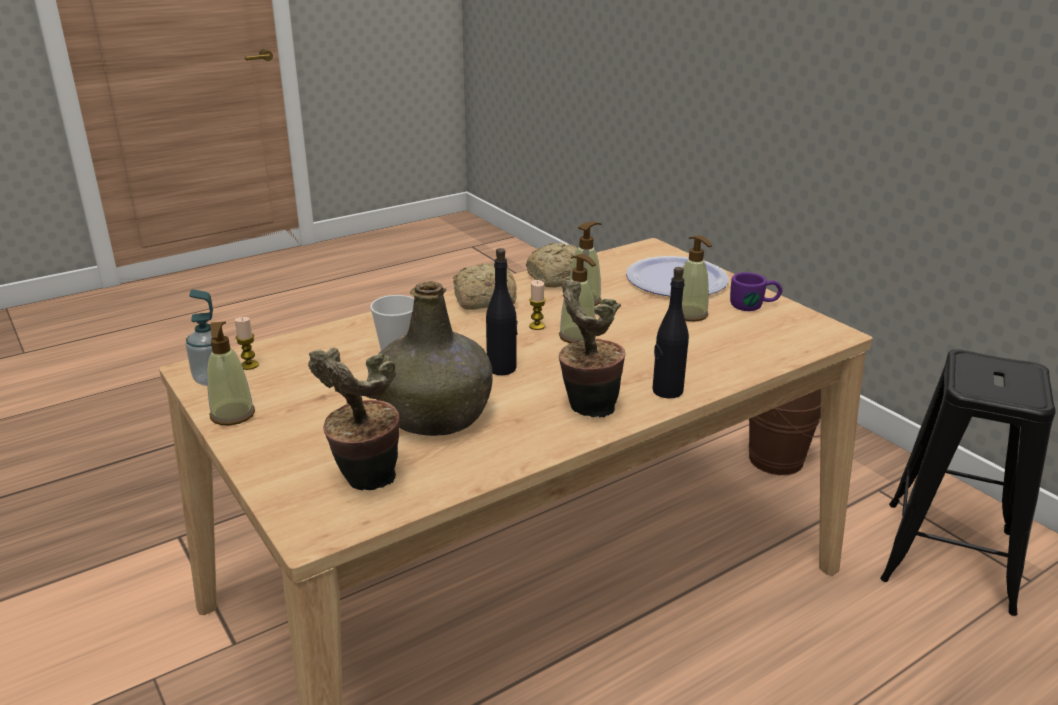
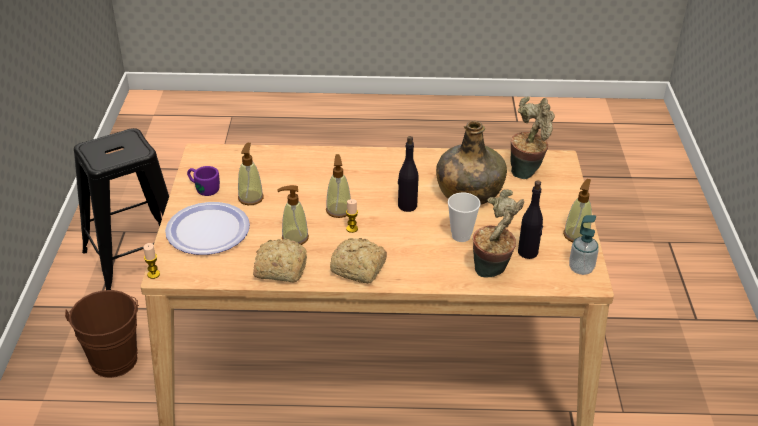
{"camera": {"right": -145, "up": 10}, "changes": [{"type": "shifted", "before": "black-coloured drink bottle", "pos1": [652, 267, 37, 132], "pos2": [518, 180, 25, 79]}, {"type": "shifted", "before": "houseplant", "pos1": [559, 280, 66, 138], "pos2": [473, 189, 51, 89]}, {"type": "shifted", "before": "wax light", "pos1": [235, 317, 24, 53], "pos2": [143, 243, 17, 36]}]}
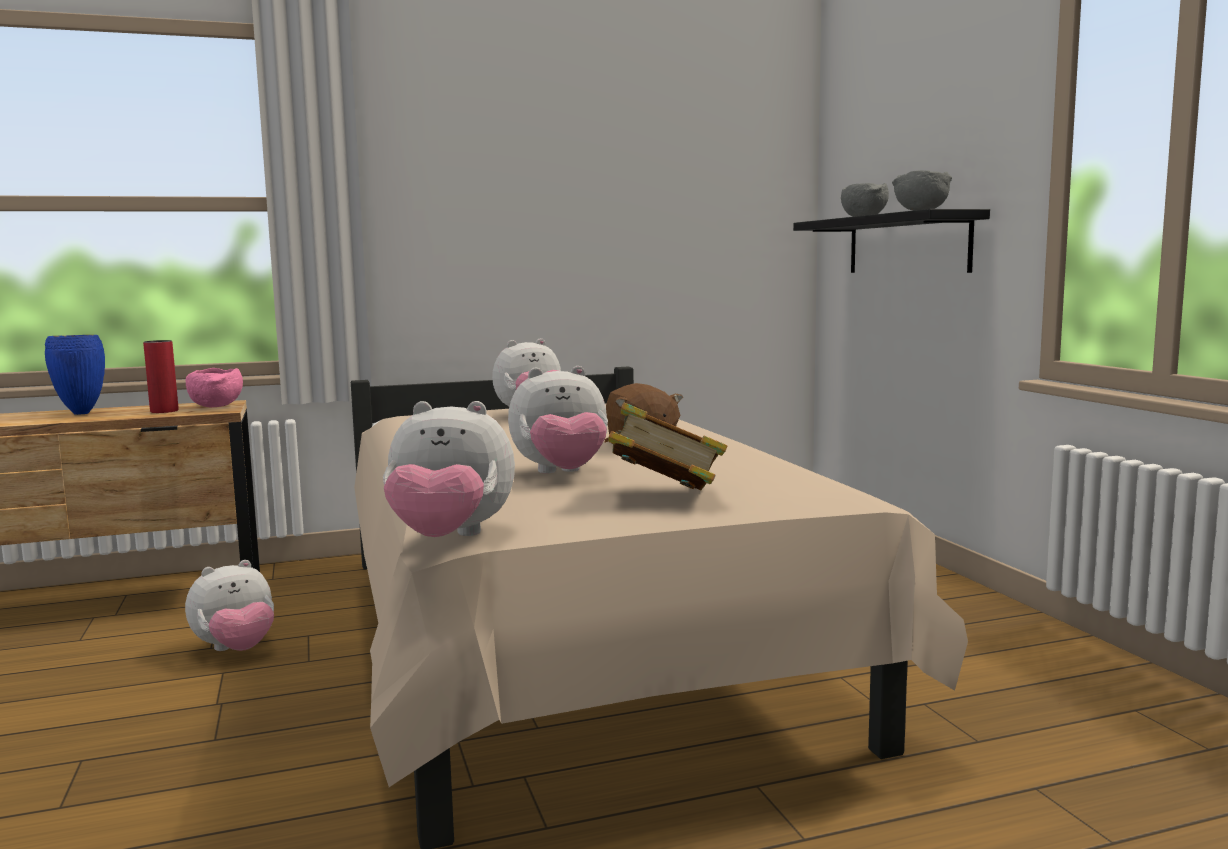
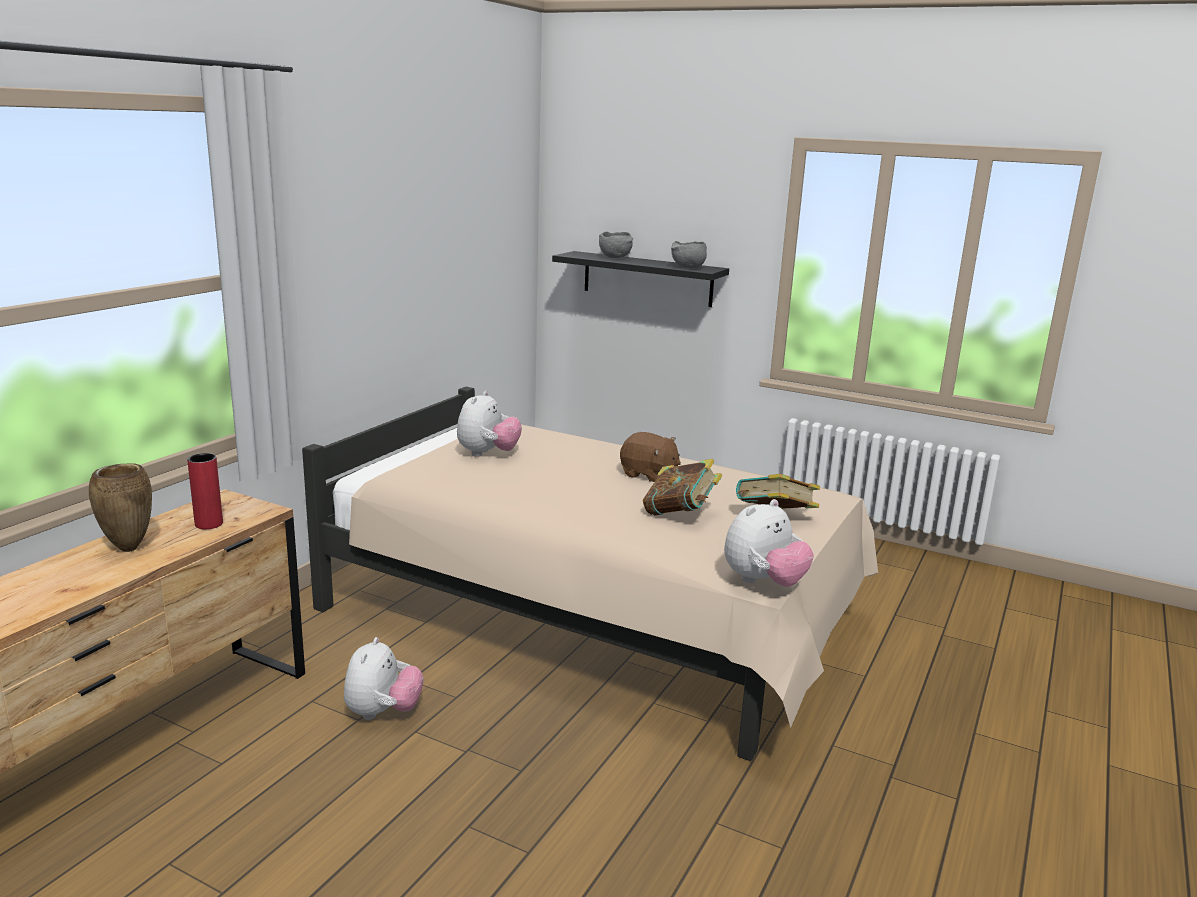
{"camera": {"right": -45, "up": 10}, "changes": [{"type": "repainted", "before": "blue-coloured flower vase", "after": "brown-coloured flower vase", "pos1": [45, 335, 60, 80], "pos2": [89, 464, 63, 88]}, {"type": "swapped", "before": "plush toy", "after": "volume", "pos1": [508, 366, 100, 108], "pos2": [643, 459, 79, 56]}, {"type": "gone", "before": "pink-coloured bowl", "pos1": [185, 368, 58, 39]}]}
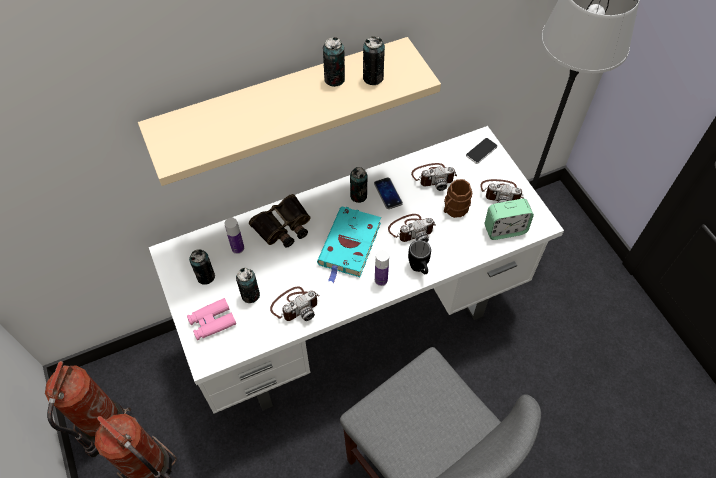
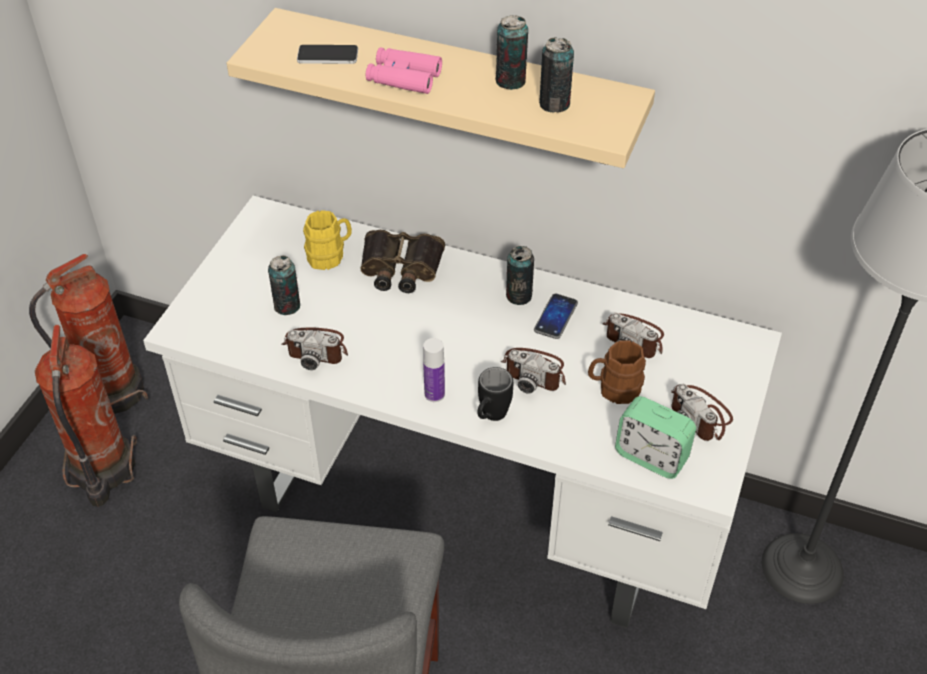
{"camera": {"right": 45, "up": -10}, "changes": [{"type": "shifted", "before": "telephone", "pos1": [466, 138, 31, 26], "pos2": [297, 45, 61, 19]}, {"type": "gone", "before": "turquoise-coloured volume", "pos1": [317, 207, 64, 76]}, {"type": "swapped", "before": "drink bottle", "after": "yellow tea mug", "pos1": [224, 218, 20, 36], "pos2": [303, 210, 49, 60]}, {"type": "gone", "before": "sealed can", "pos1": [189, 249, 26, 36]}, {"type": "shifted", "before": "pink-coloured binoculars", "pos1": [187, 298, 49, 42], "pos2": [366, 47, 76, 47]}]}
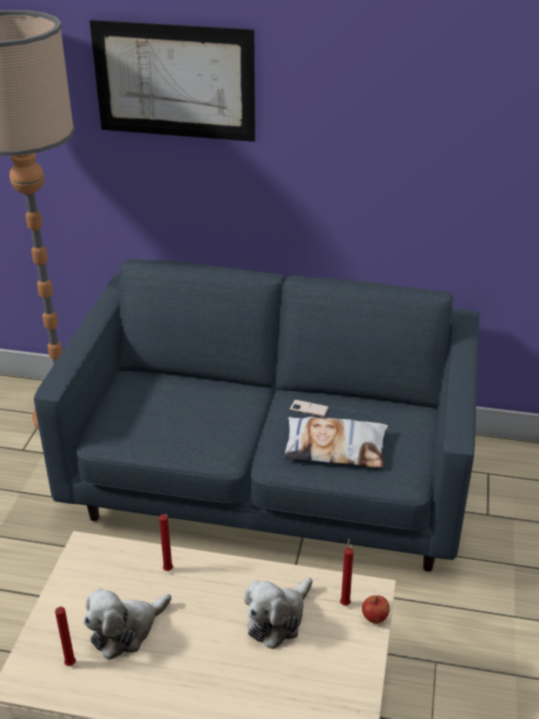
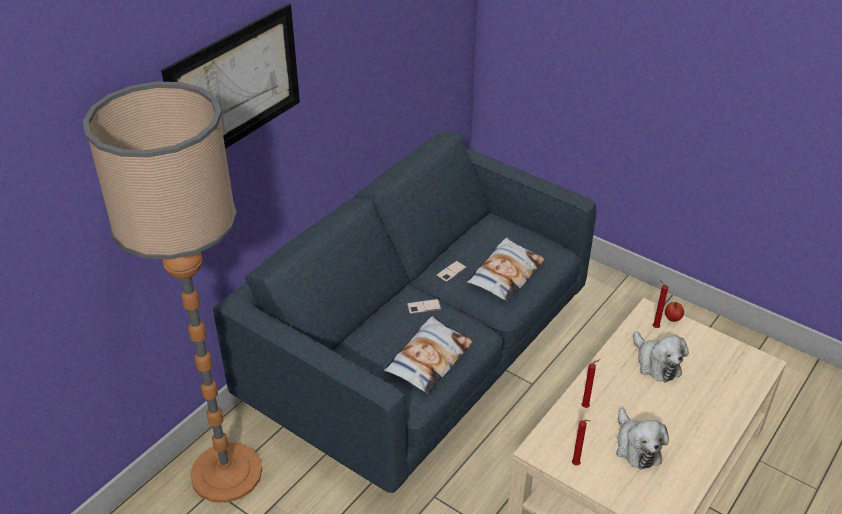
{"camera": {"right": -65, "up": 5}, "changes": [{"type": "shifted", "before": "red-coloured wax light", "pos1": [55, 607, 21, 59], "pos2": [572, 420, 19, 46]}, {"type": "new", "after": "telephone", "pos2": [407, 299, 34, 15]}, {"type": "new", "after": "pillow", "pos2": [384, 316, 89, 78]}]}
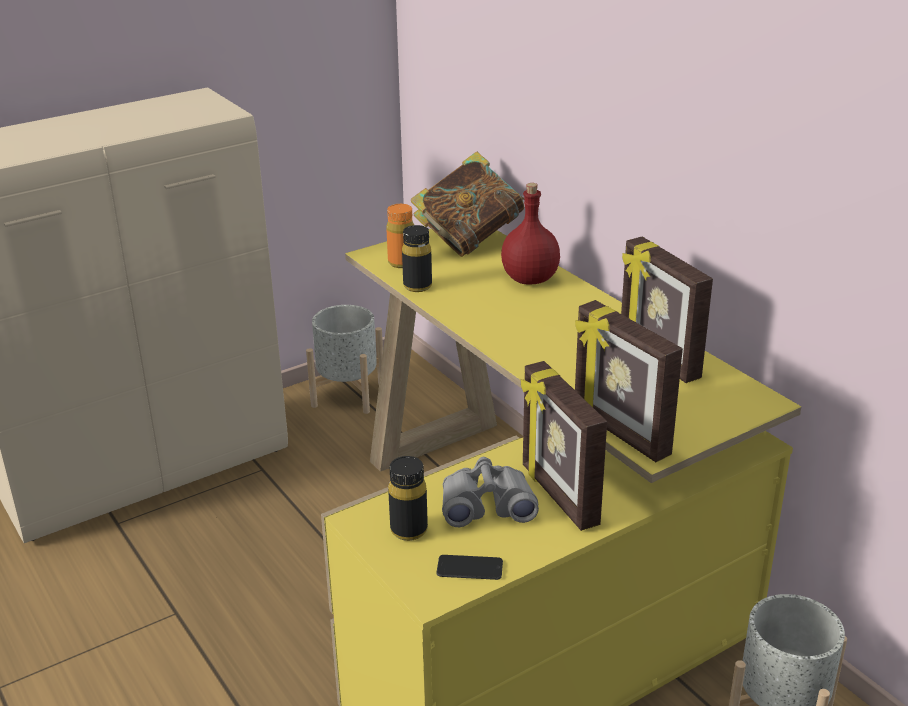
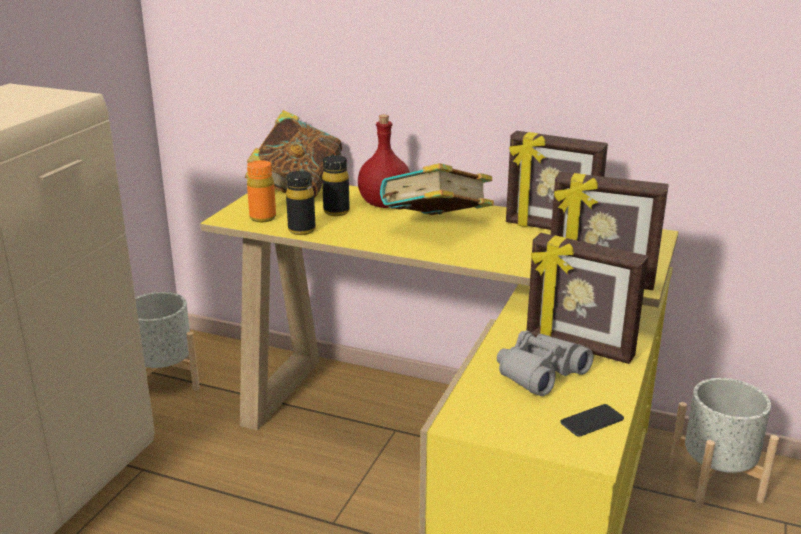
{"camera": {"right": -35, "up": -5}, "changes": [{"type": "shifted", "before": "black-coloured drink bottle", "pos1": [388, 456, 40, 85], "pos2": [322, 155, 28, 61]}, {"type": "new", "after": "volume", "pos2": [380, 163, 114, 52]}]}
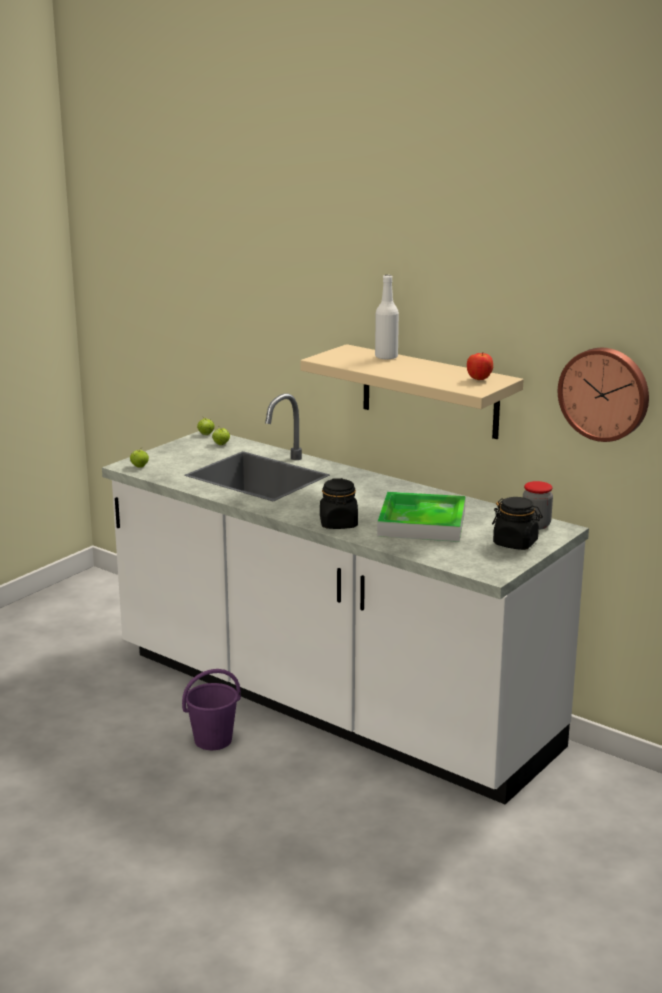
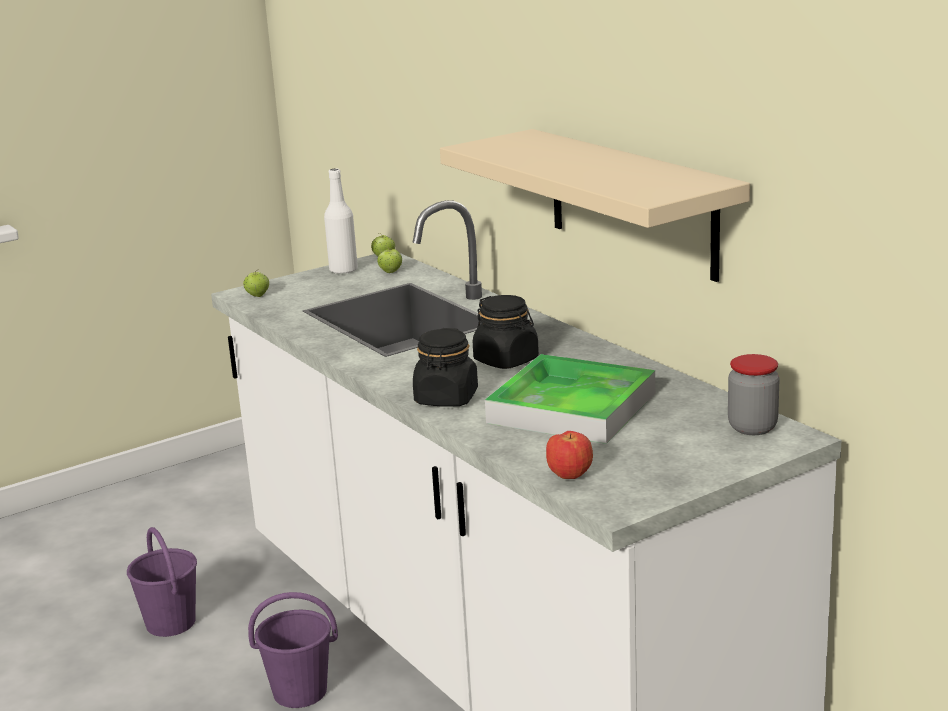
{"camera": {"right": 20, "up": 0}, "changes": [{"type": "shifted", "before": "whitish drink bottle", "pos1": [375, 275, 24, 85], "pos2": [324, 168, 34, 106]}, {"type": "gone", "before": "hanging clock", "pos1": [558, 348, 91, 94]}, {"type": "shifted", "before": "apple", "pos1": [467, 353, 26, 27], "pos2": [546, 431, 47, 48]}, {"type": "shifted", "before": "black-coloured jar", "pos1": [492, 497, 51, 53], "pos2": [473, 295, 66, 74]}, {"type": "new", "after": "purple-coloured bucket", "pos2": [127, 527, 70, 110]}]}
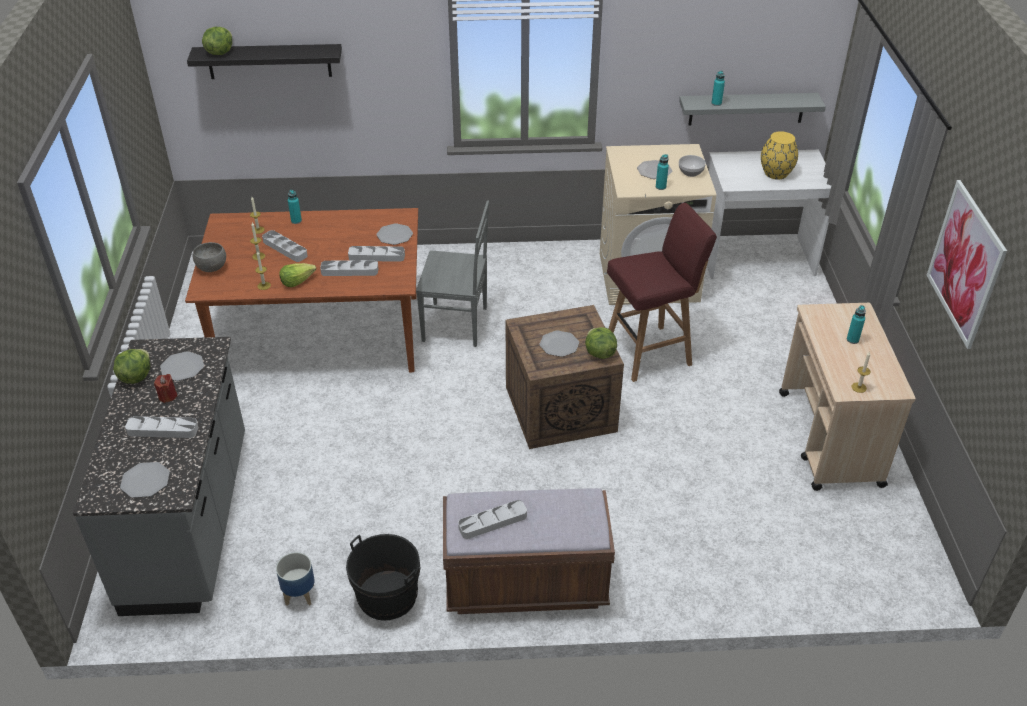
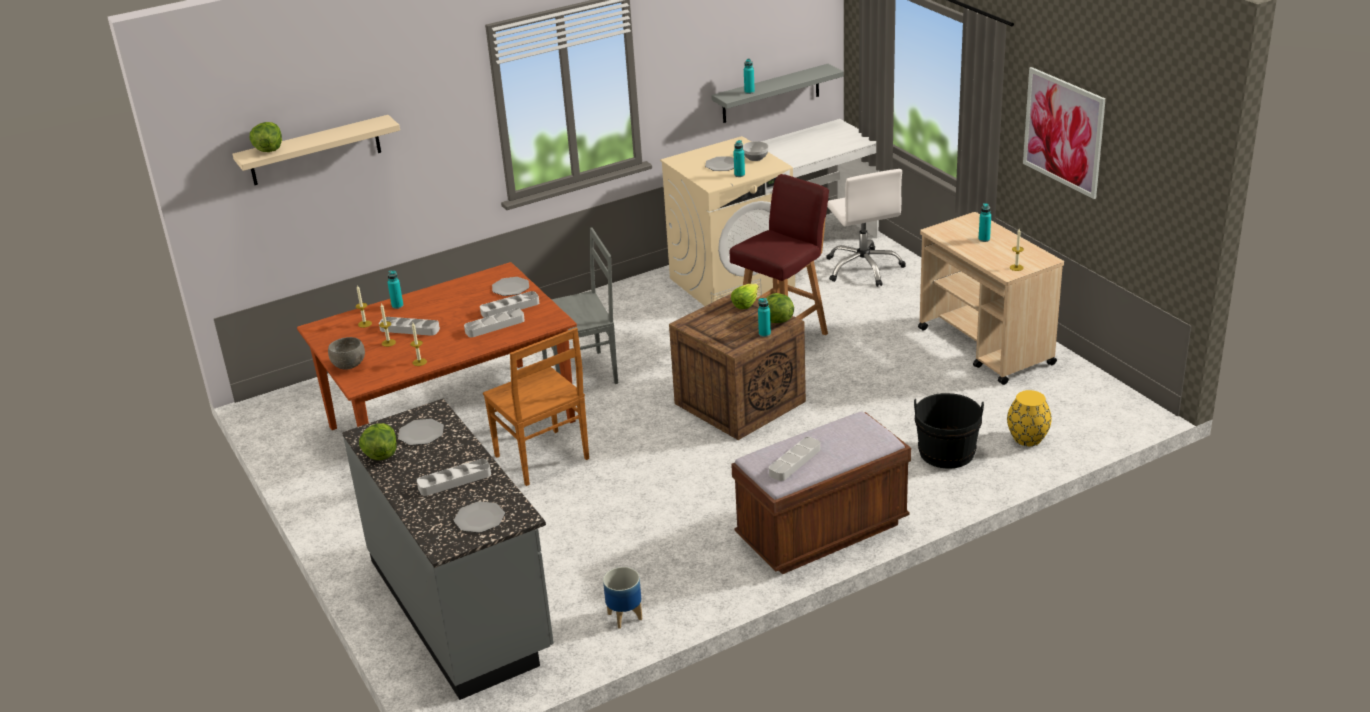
{"camera": {"right": -25, "up": -10}, "changes": [{"type": "repainted", "before": "black-coloured shelf", "after": "beige-coloured shelf", "pos1": [187, 44, 155, 35], "pos2": [232, 115, 168, 70]}, {"type": "shifted", "before": "yellow flower vase", "pos1": [761, 131, 37, 49], "pos2": [1007, 390, 45, 56]}, {"type": "shifted", "before": "lettuce head", "pos1": [279, 263, 37, 24], "pos2": [731, 284, 28, 25]}, {"type": "gone", "before": "dinner plate", "pos1": [540, 330, 39, 27]}, {"type": "gone", "before": "red-coloured wax light", "pos1": [154, 374, 23, 29]}, {"type": "shifted", "before": "black-coloured bucket", "pos1": [346, 534, 74, 87], "pos2": [914, 393, 70, 75]}, {"type": "new", "after": "whitish desk chair", "pos2": [826, 169, 80, 118]}, {"type": "new", "after": "turquoise-coloured drink bottle", "pos2": [758, 298, 13, 39]}, {"type": "new", "after": "brown-coloured plain chair", "pos2": [483, 328, 106, 158]}]}
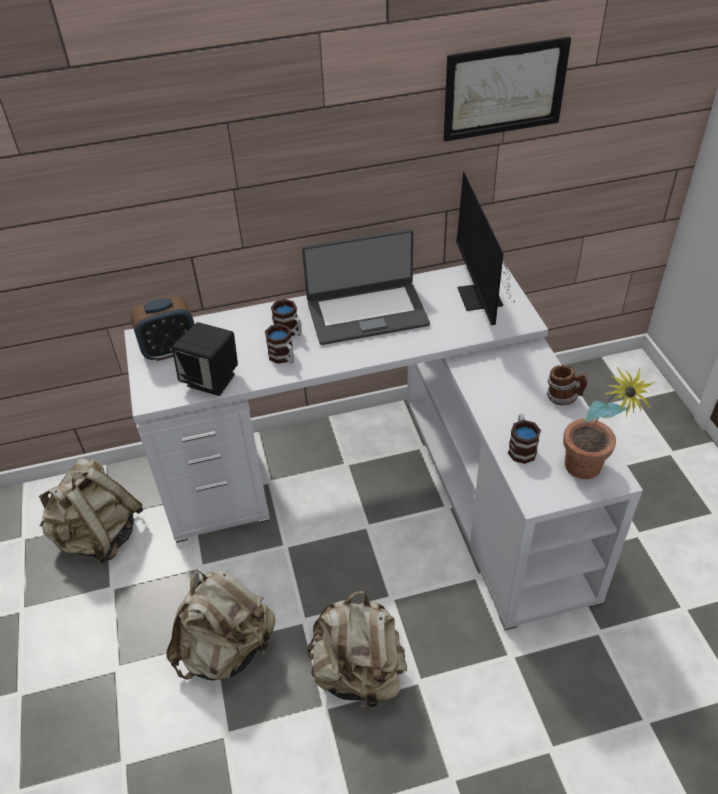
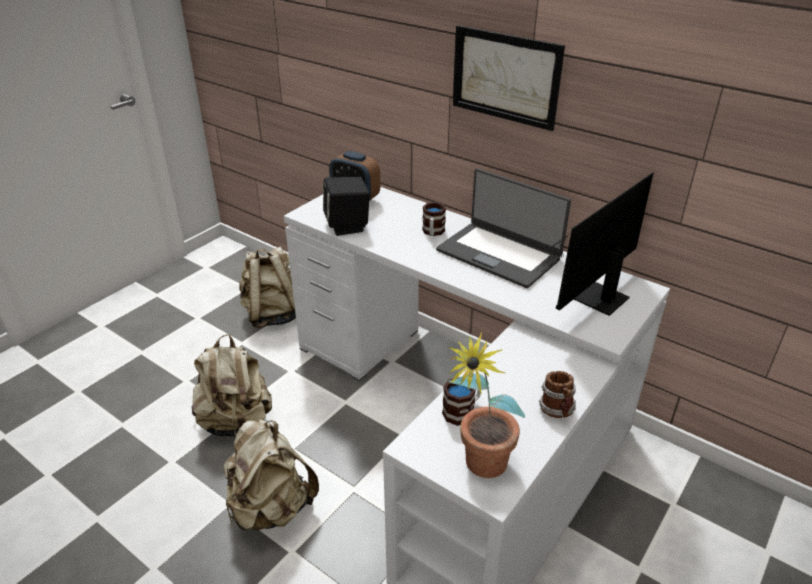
{"camera": {"right": 50, "up": -10}, "changes": [{"type": "shifted", "before": "wall art", "pos1": [443, 37, 128, 105], "pos2": [453, 25, 112, 106]}, {"type": "gone", "before": "tea mug", "pos1": [265, 324, 29, 40]}]}
